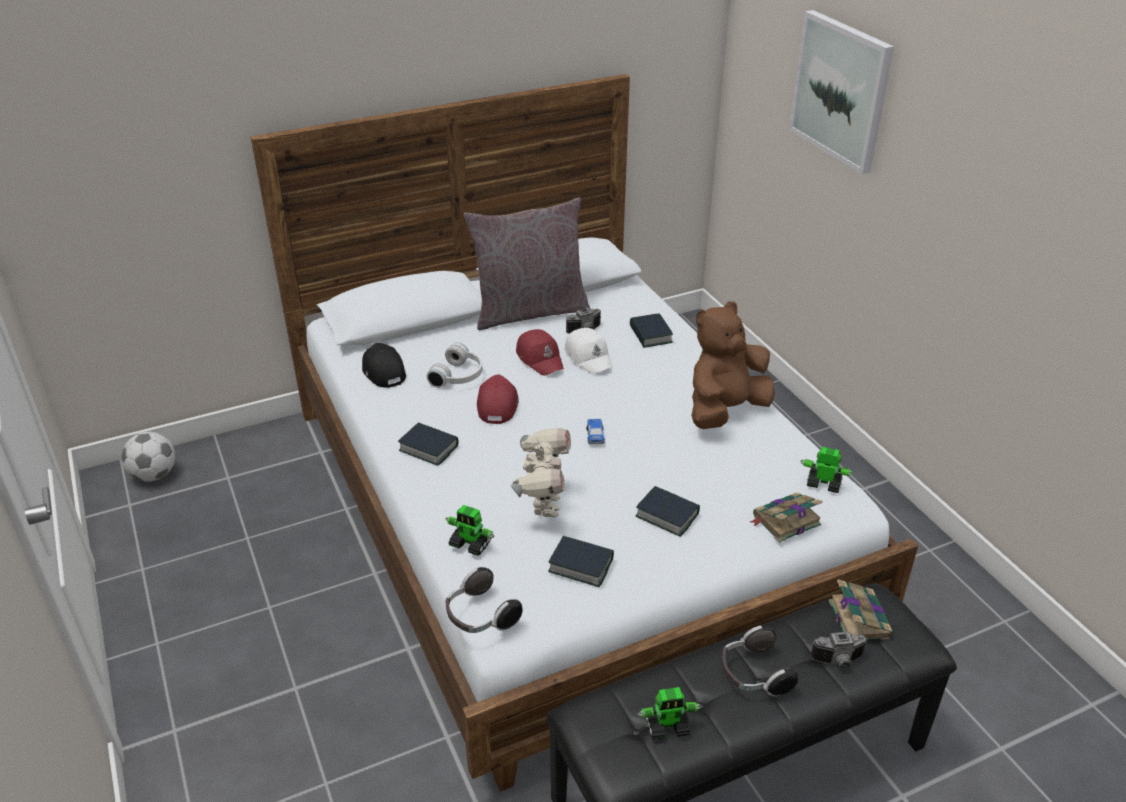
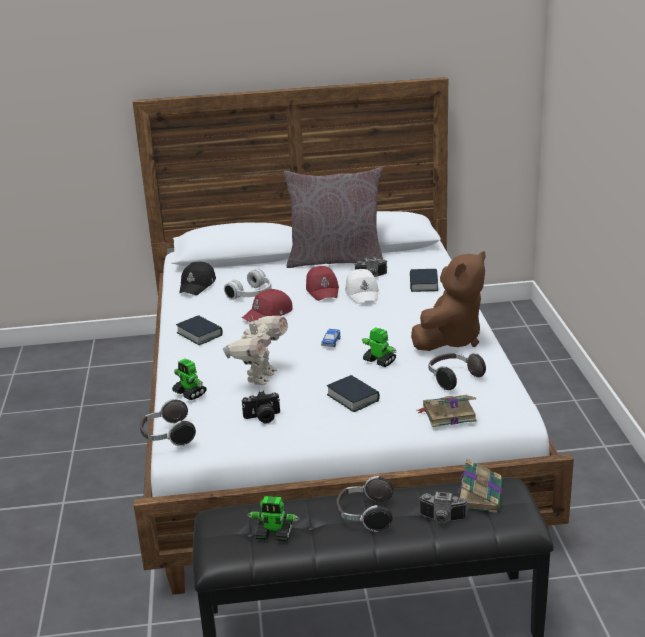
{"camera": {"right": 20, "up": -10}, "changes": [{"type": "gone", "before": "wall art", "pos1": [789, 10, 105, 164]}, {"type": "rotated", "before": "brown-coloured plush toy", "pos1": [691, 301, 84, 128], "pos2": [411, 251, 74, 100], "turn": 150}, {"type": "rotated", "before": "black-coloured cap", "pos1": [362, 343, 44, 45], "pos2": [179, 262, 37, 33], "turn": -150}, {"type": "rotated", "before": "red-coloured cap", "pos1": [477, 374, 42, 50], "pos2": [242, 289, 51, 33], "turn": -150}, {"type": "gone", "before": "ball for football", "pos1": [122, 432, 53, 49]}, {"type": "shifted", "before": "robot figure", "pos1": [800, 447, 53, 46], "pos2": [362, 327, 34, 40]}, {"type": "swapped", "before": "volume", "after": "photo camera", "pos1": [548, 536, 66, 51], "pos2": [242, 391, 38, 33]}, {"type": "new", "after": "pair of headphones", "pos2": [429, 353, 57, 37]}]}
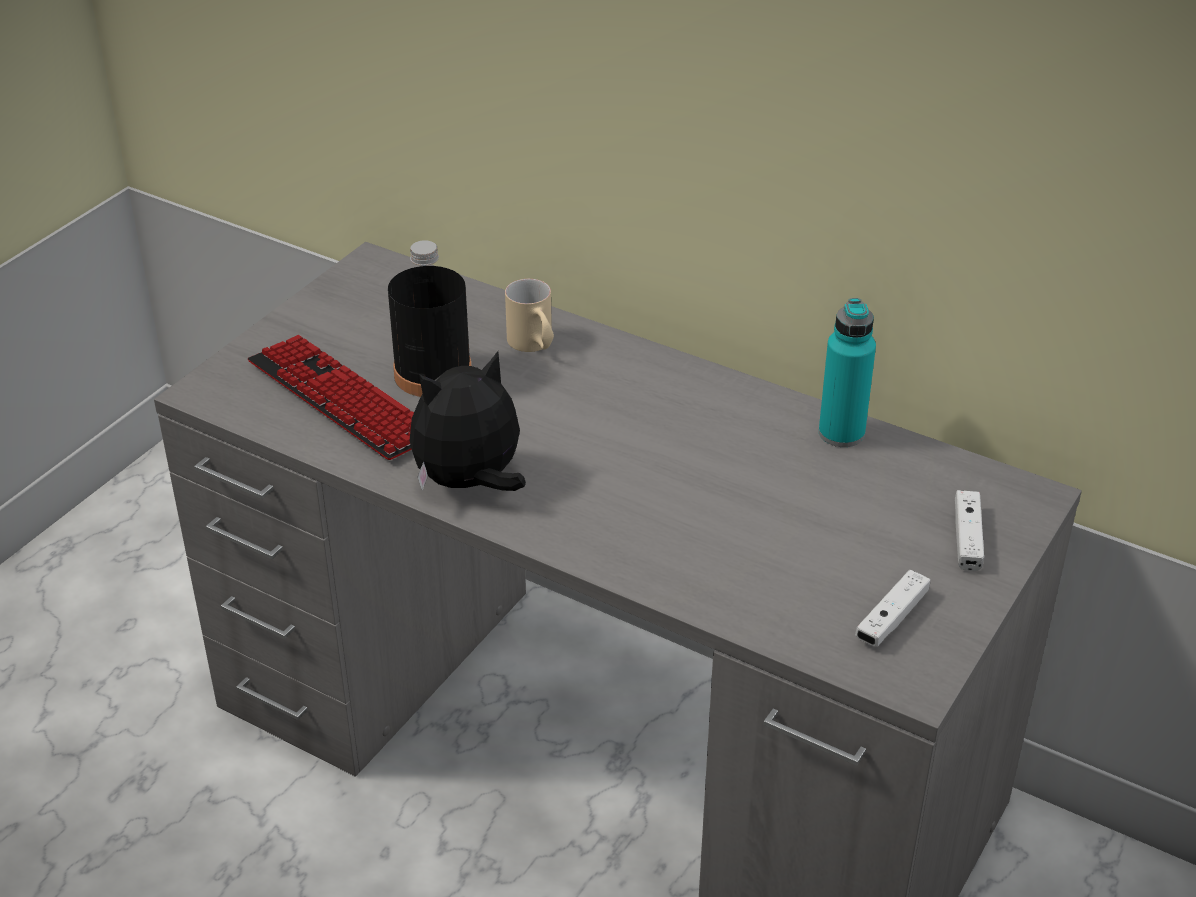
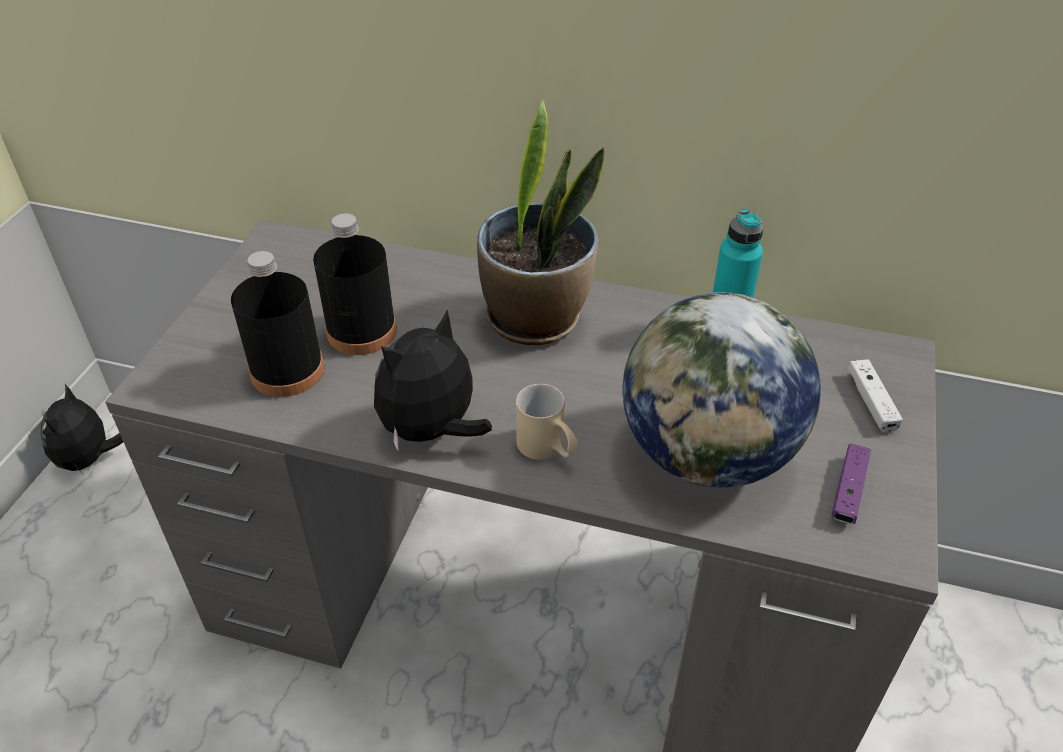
{"camera": {"right": -15, "up": 5}, "changes": [{"type": "shifted", "before": "beige-coloured tea mug", "pos1": [505, 279, 49, 73], "pos2": [516, 384, 62, 76]}, {"type": "swapped", "before": "keyboard", "after": "black-coloured drink bottle", "pos1": [248, 335, 166, 125], "pos2": [231, 251, 93, 146]}, {"type": "repainted", "before": "whitish gamepad", "after": "purple-coloured gamepad", "pos1": [855, 570, 75, 77], "pos2": [831, 444, 40, 80]}, {"type": "new", "after": "houseplant", "pos2": [477, 100, 128, 245]}, {"type": "new", "after": "world globe", "pos2": [622, 292, 199, 196]}, {"type": "new", "after": "plush toy", "pos2": [41, 384, 82, 90]}]}
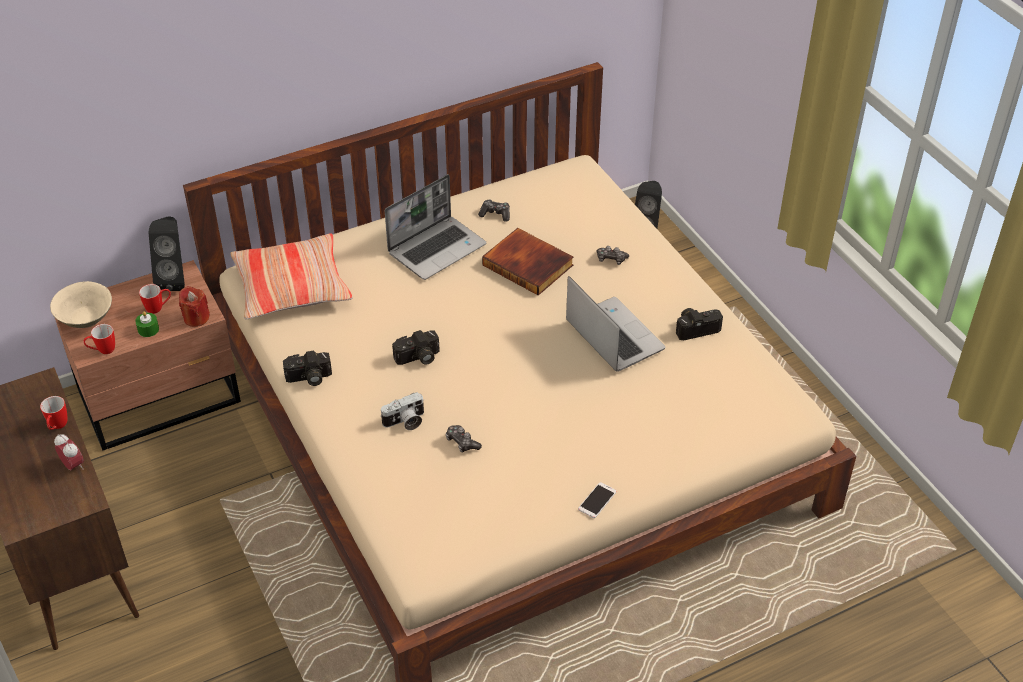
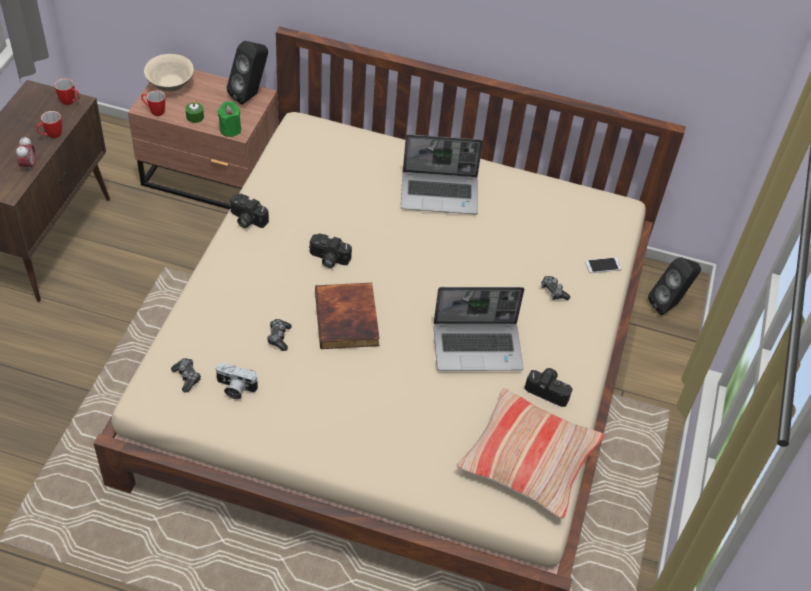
{"camera": {"right": 40, "up": 5}, "changes": [{"type": "shifted", "before": "gamepad", "pos1": [478, 200, 32, 22], "pos2": [171, 358, 30, 34]}, {"type": "shifted", "before": "volume", "pos1": [482, 228, 91, 68], "pos2": [315, 283, 65, 66]}, {"type": "shifted", "before": "pillow", "pos1": [231, 233, 122, 87], "pos2": [456, 388, 148, 131]}, {"type": "rotated", "before": "notebook computer", "pos1": [566, 276, 99, 96], "pos2": [433, 287, 91, 84], "turn": 75}, {"type": "shifted", "before": "tea mug", "pos1": [139, 284, 32, 30], "pos2": [54, 78, 26, 27]}, {"type": "repainted", "before": "red-coloured wax light", "after": "green wax light", "pos1": [179, 286, 31, 41], "pos2": [218, 101, 23, 36]}, {"type": "shifted", "before": "photo camera", "pos1": [380, 392, 44, 38], "pos2": [215, 363, 43, 36]}, {"type": "shifted", "before": "telephone", "pos1": [578, 482, 38, 36], "pos2": [585, 257, 37, 16]}]}
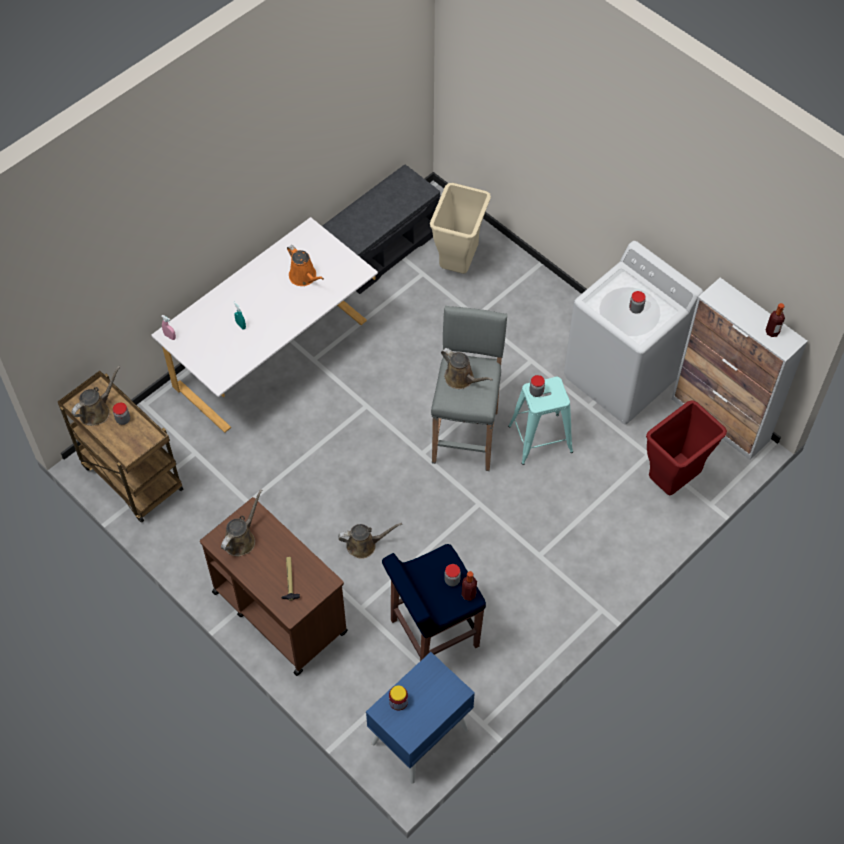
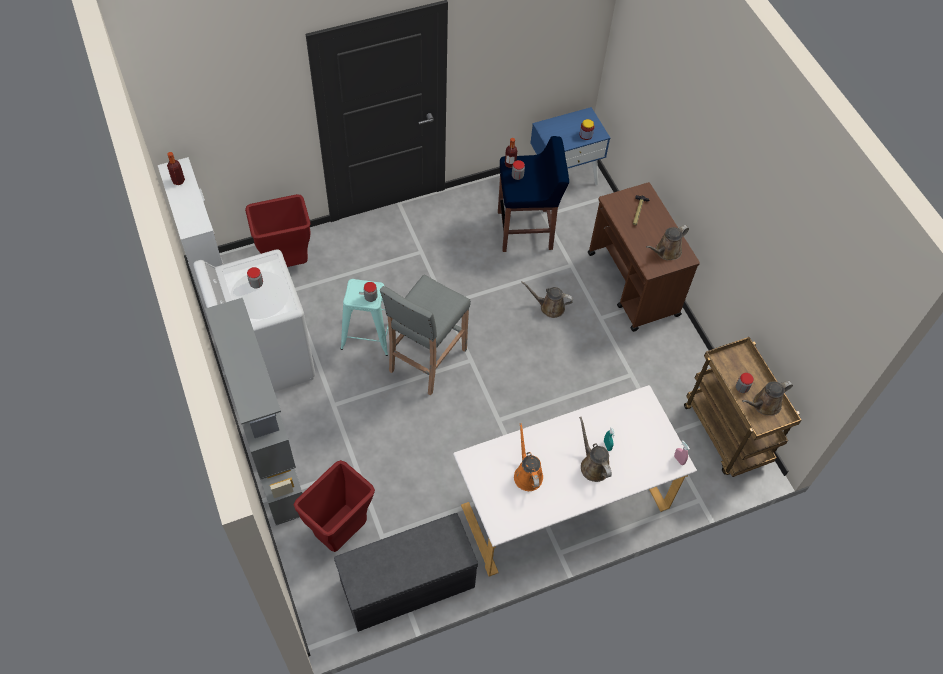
{"camera": {"right": -160, "up": 0}, "changes": [{"type": "repainted", "before": "beige-coloured rubbish bin", "after": "red-coloured rubbish bin", "pos1": [430, 183, 61, 91], "pos2": [294, 460, 81, 92]}, {"type": "shifted", "before": "brown-coloured sprinkling can", "pos1": [441, 348, 52, 41], "pos2": [579, 417, 33, 65]}, {"type": "new", "after": "greyish shelving unit", "pos2": [205, 298, 98, 227]}]}
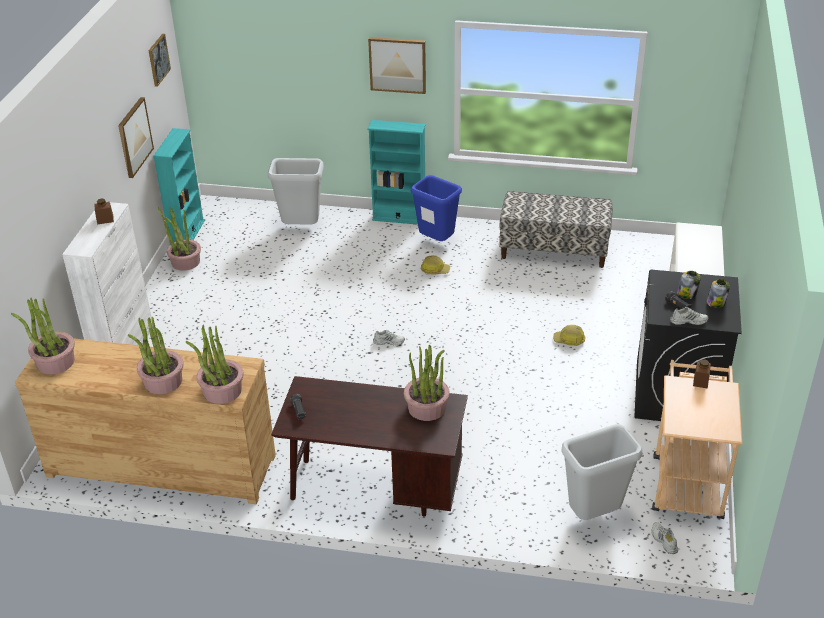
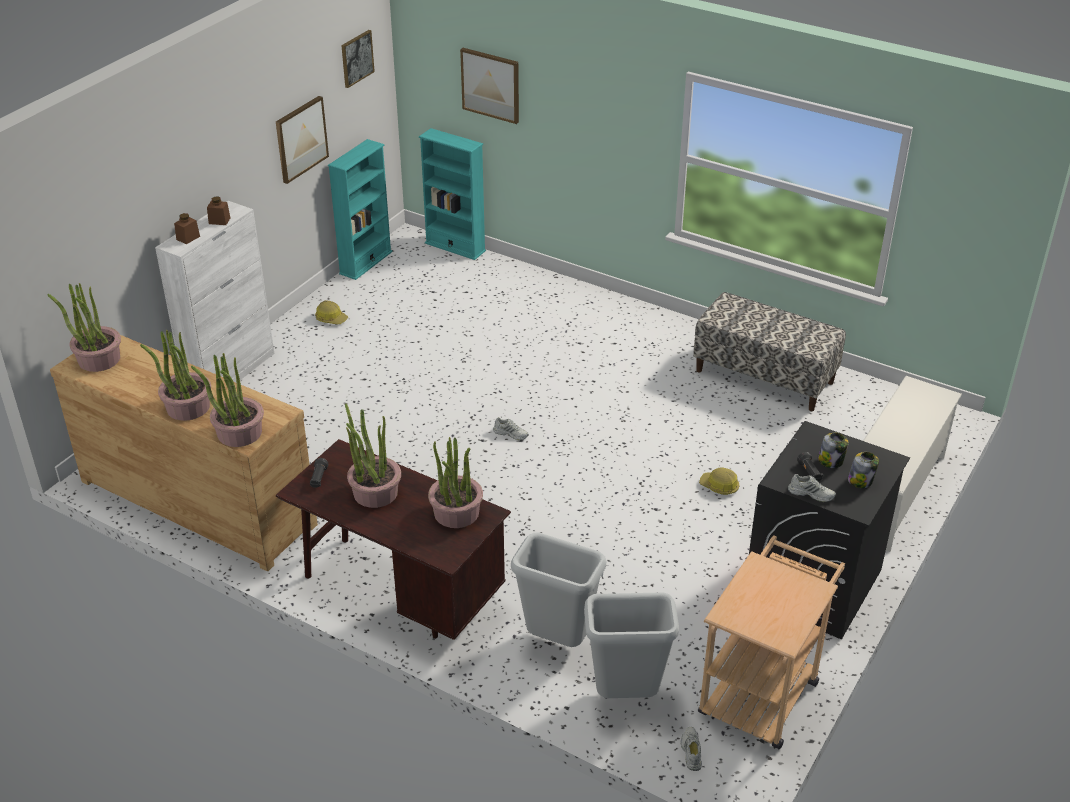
{"camera": {"right": 20, "up": 0}, "changes": [{"type": "shifted", "before": "wall art", "pos1": [368, 37, 58, 57], "pos2": [460, 48, 59, 76]}, {"type": "shifted", "before": "turquoise-coloured shelving unit", "pos1": [367, 120, 59, 105], "pos2": [419, 128, 67, 132]}, {"type": "shifted", "before": "greyish rubbish bin", "pos1": [268, 158, 56, 67], "pos2": [511, 533, 95, 114]}, {"type": "gone", "before": "blue-coloured rubbish bin", "pos1": [411, 175, 51, 66]}, {"type": "shifted", "before": "houseplant", "pos1": [158, 207, 43, 64], "pos2": [345, 403, 56, 105]}, {"type": "shifted", "before": "hard hat", "pos1": [421, 255, 29, 19], "pos2": [315, 301, 33, 24]}, {"type": "shifted", "before": "brown-coloured jar", "pos1": [693, 359, 18, 30], "pos2": [174, 213, 26, 31]}]}
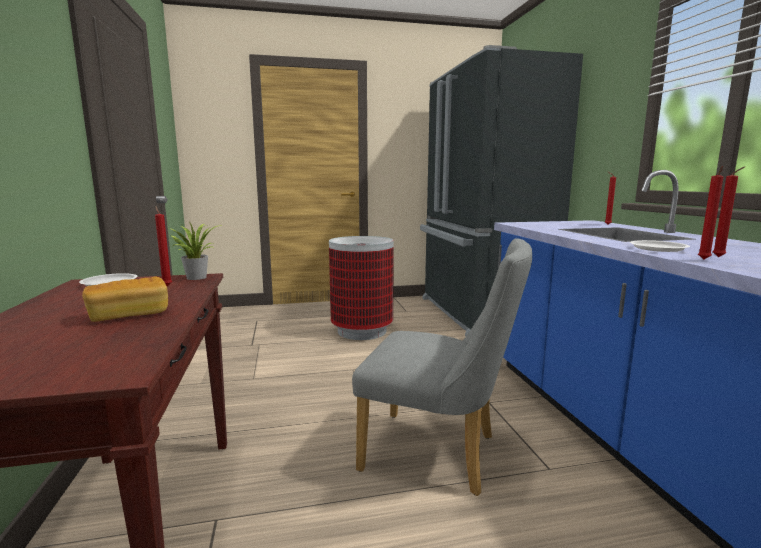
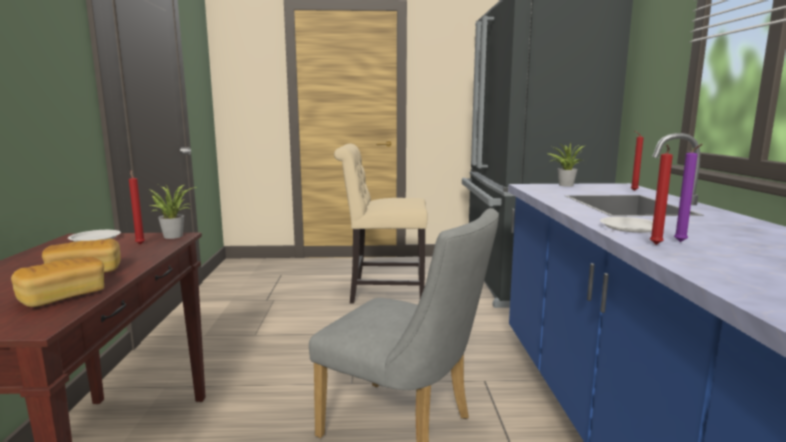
{"camera": {"right": 10, "up": 0}, "changes": [{"type": "repainted", "before": "red-coloured wax light", "after": "purple-coloured wax light", "pos1": [713, 166, 33, 91], "pos2": [674, 144, 29, 98]}, {"type": "swapped", "before": "rubbish bin", "after": "beige-coloured plain chair", "pos1": [329, 236, 65, 104], "pos2": [334, 144, 94, 160]}, {"type": "new", "after": "houseplant", "pos2": [547, 142, 37, 45]}, {"type": "new", "after": "bakery bread", "pos2": [11, 257, 93, 50]}]}
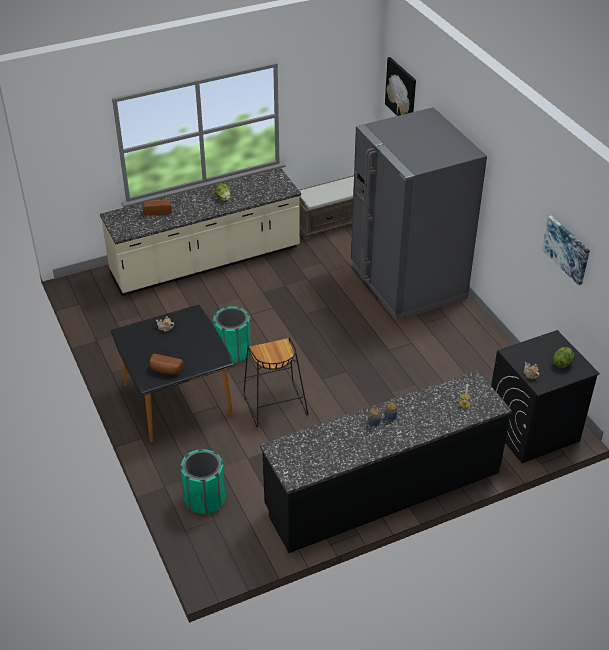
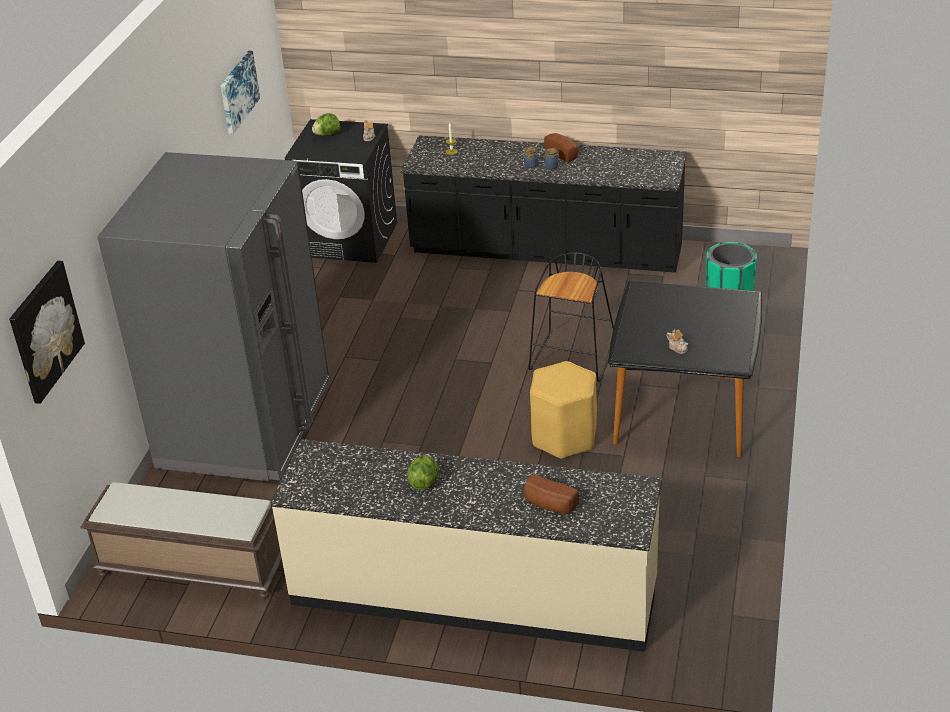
{"camera": {"right": -140, "up": -5}, "changes": [{"type": "swapped", "before": "green rubbish bin", "after": "yellow stool", "pos1": [213, 306, 38, 57], "pos2": [530, 361, 67, 98]}, {"type": "shifted", "before": "bakery bread", "pos1": [149, 354, 35, 21], "pos2": [544, 133, 34, 29]}]}
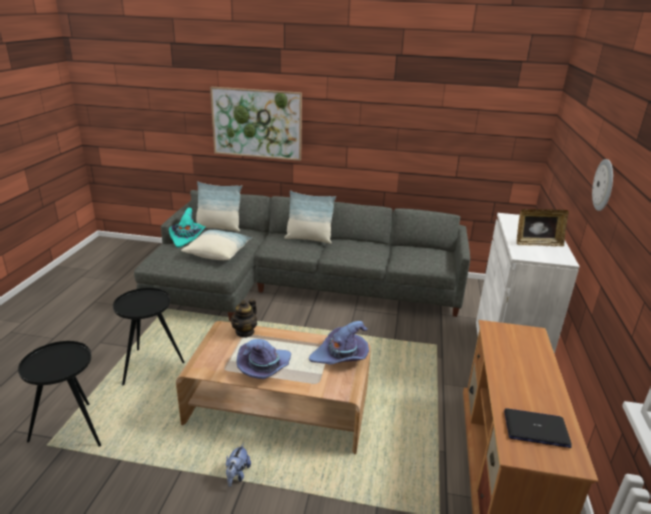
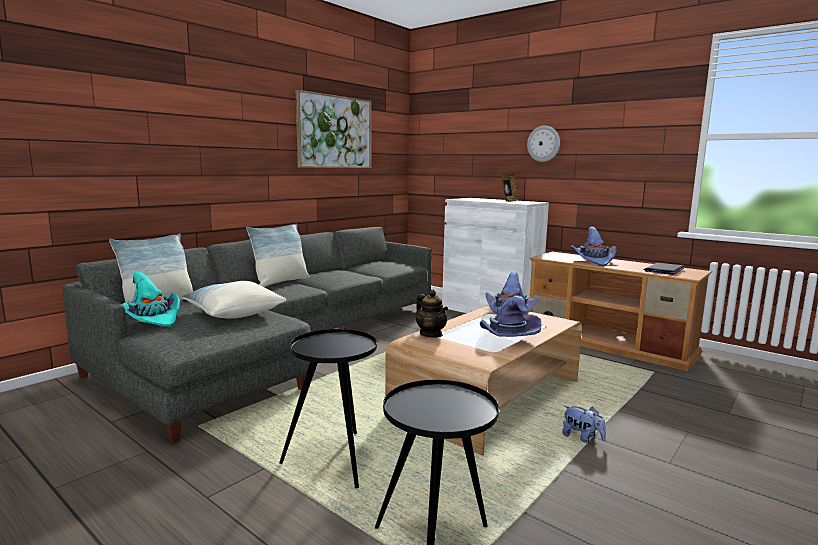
{"camera": {"right": -60, "up": -15}, "changes": [{"type": "shifted", "before": "wall art", "pos1": [210, 87, 92, 74], "pos2": [296, 90, 75, 78]}, {"type": "new", "after": "purple-coloured hat", "pos2": [571, 227, 46, 39]}]}
